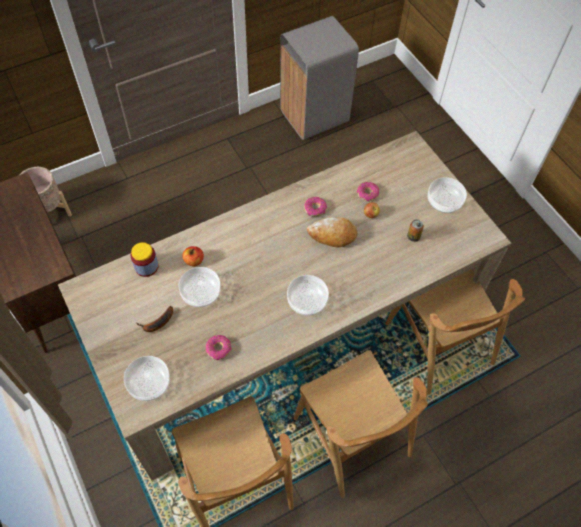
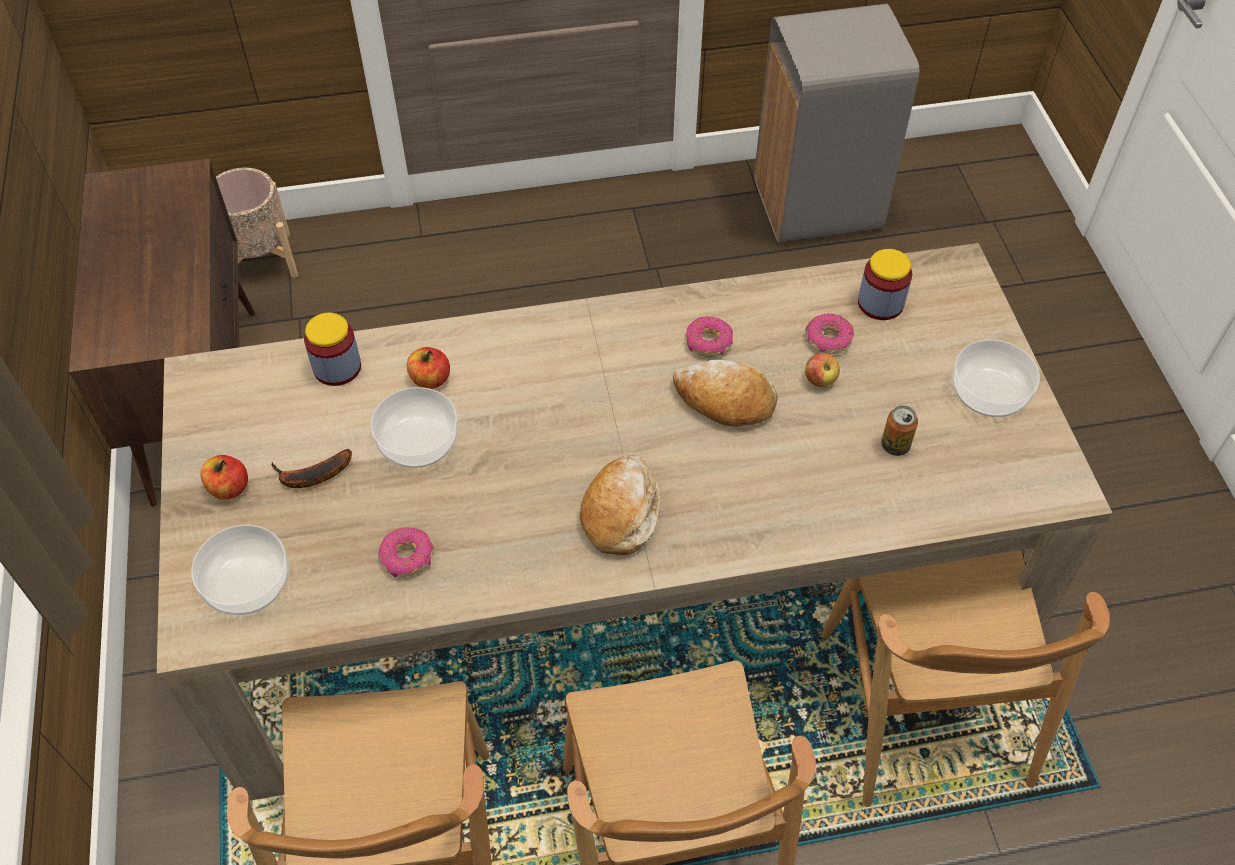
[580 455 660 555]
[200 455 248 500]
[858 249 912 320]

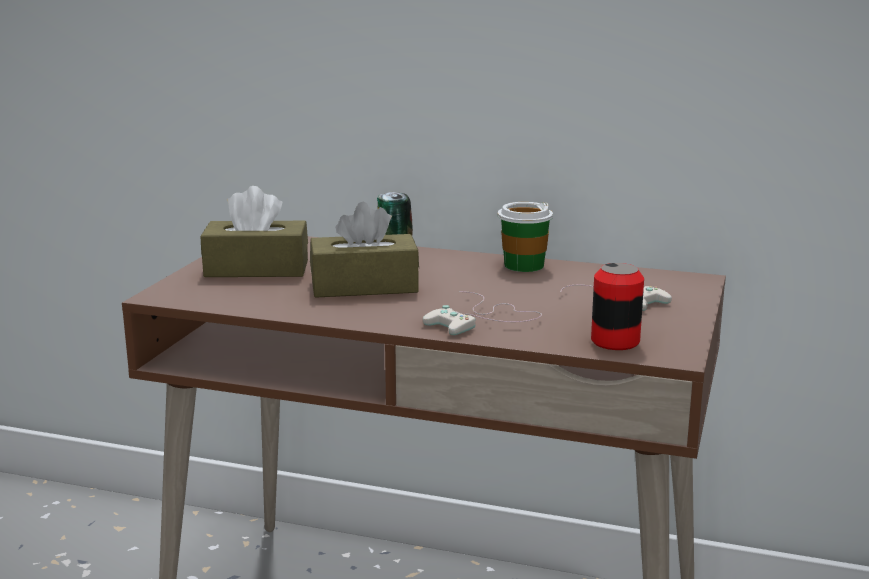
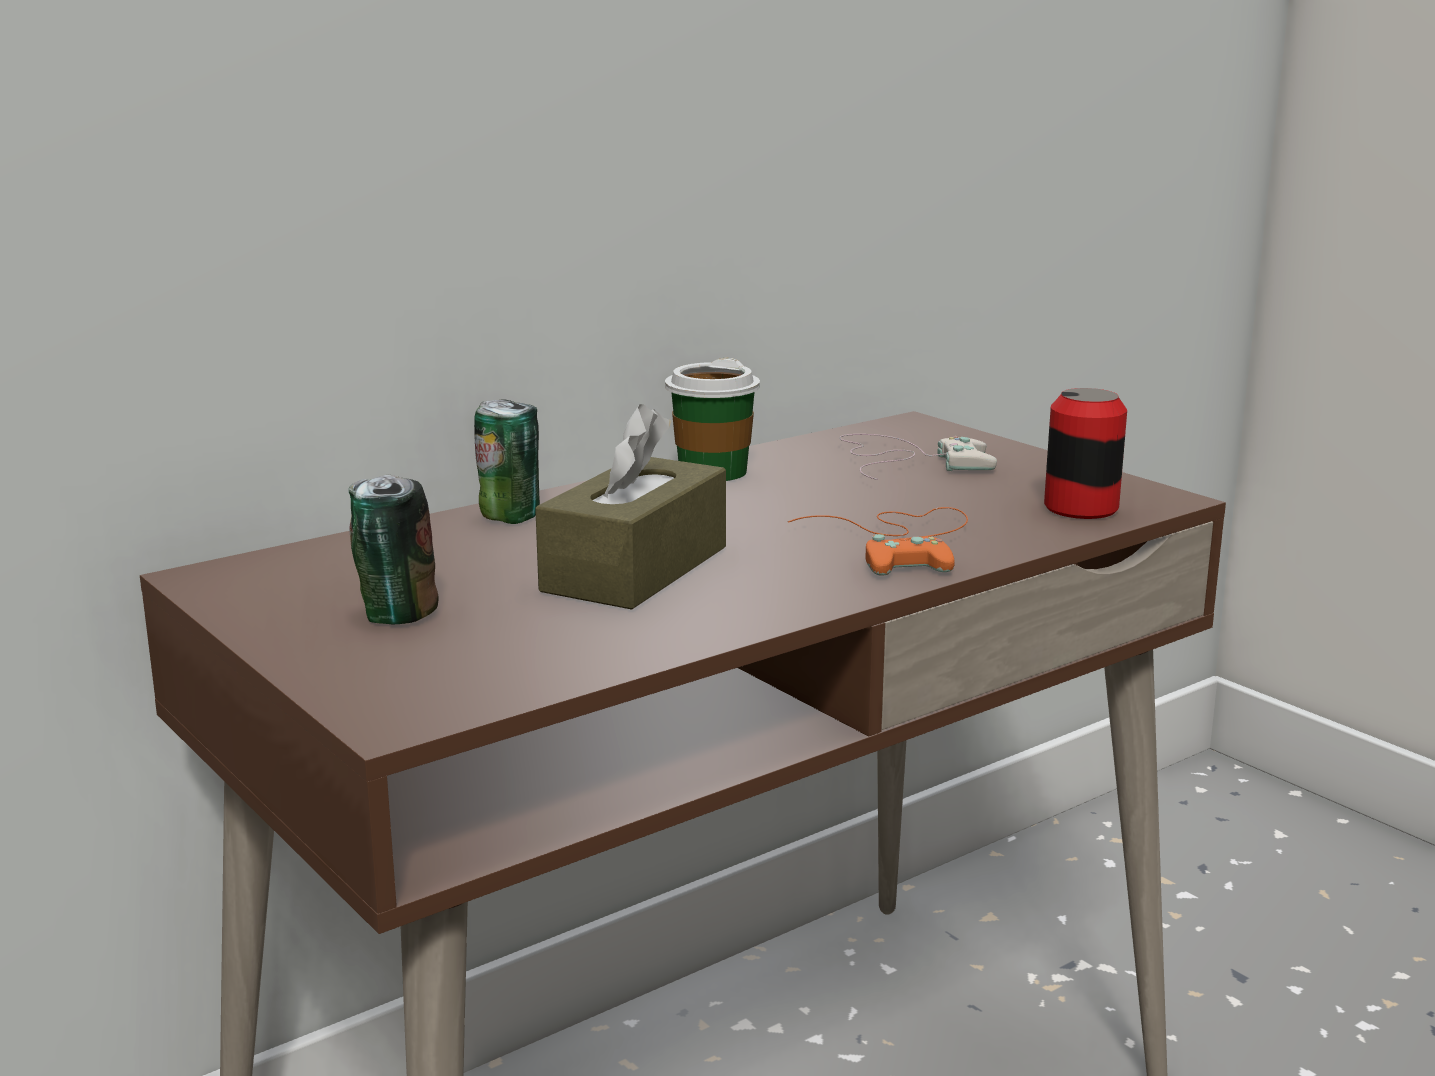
[349 475 439 624]
[788 507 968 576]

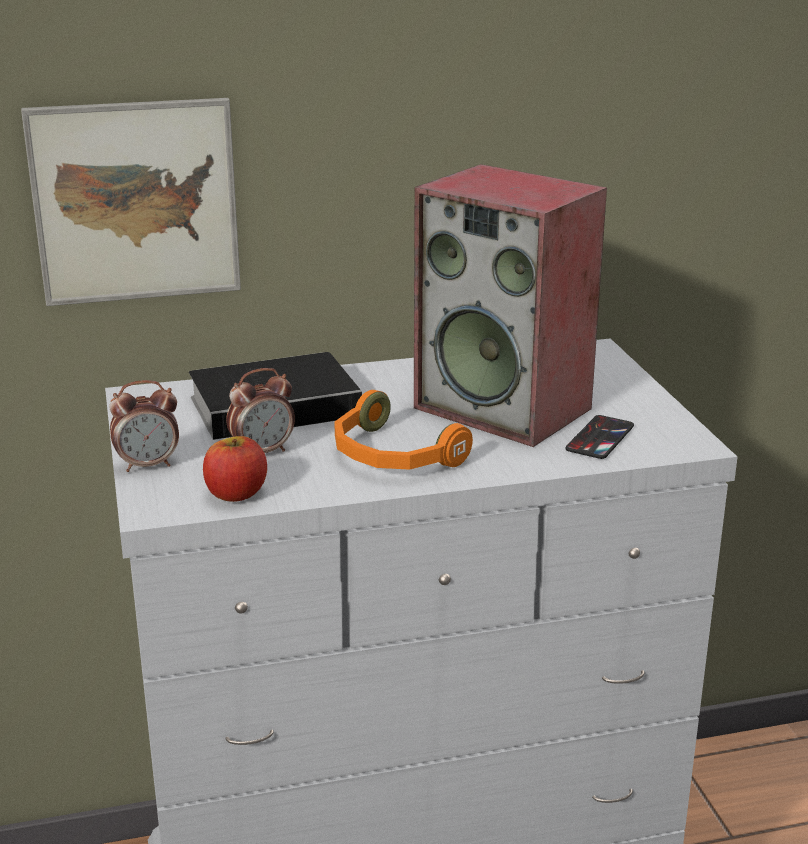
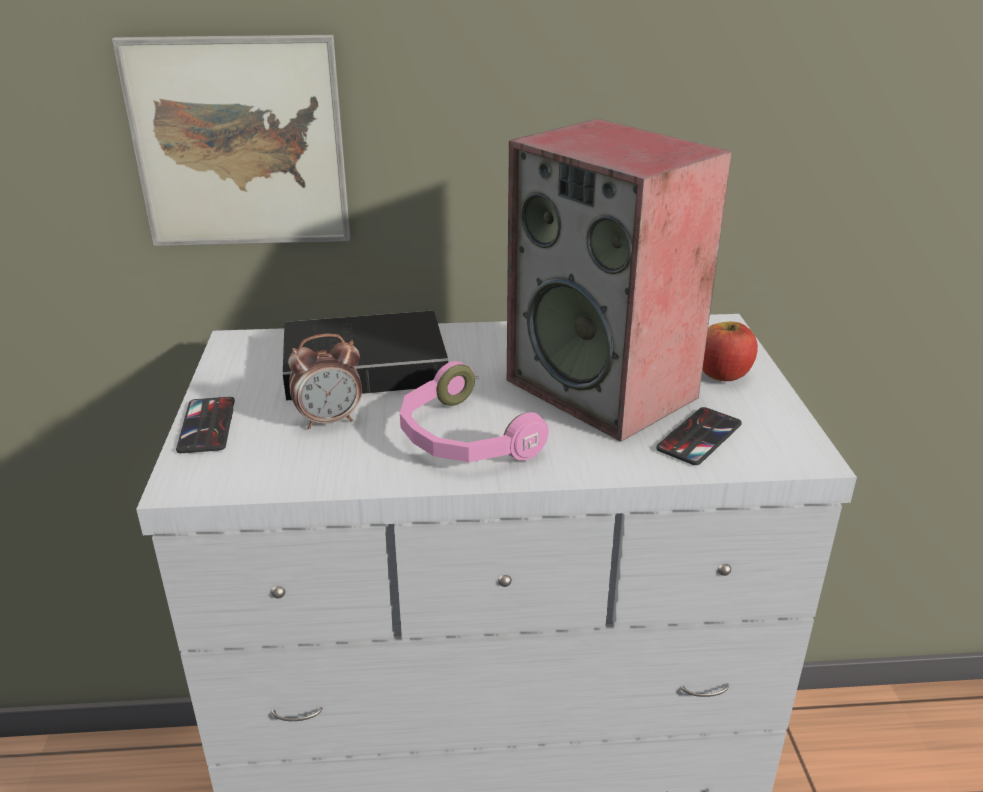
[176 397 235 453]
[703 321 758 381]
[400 361 549 462]

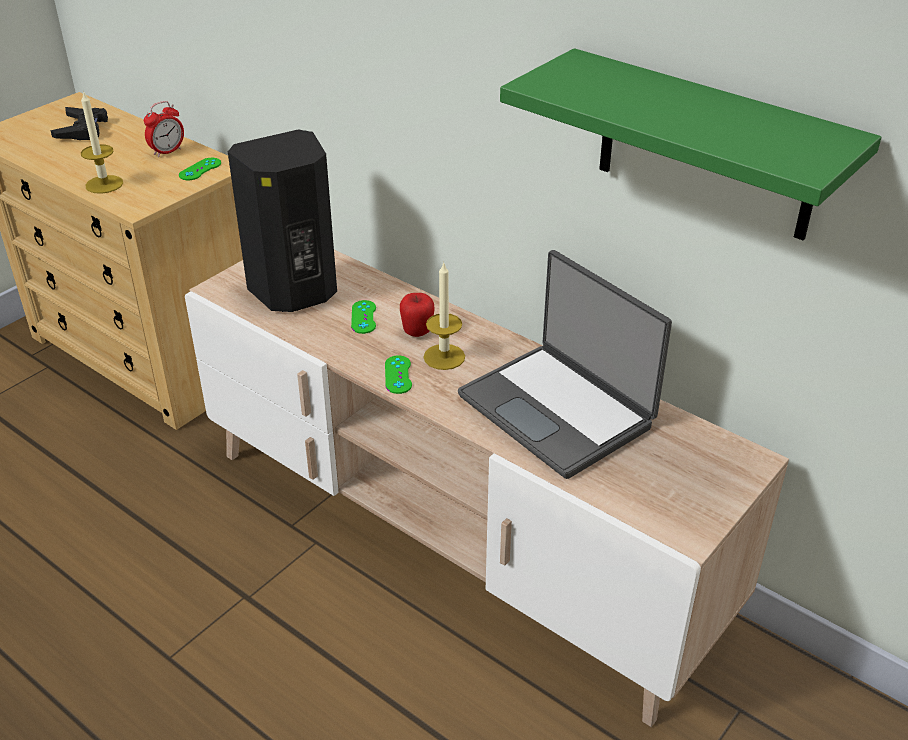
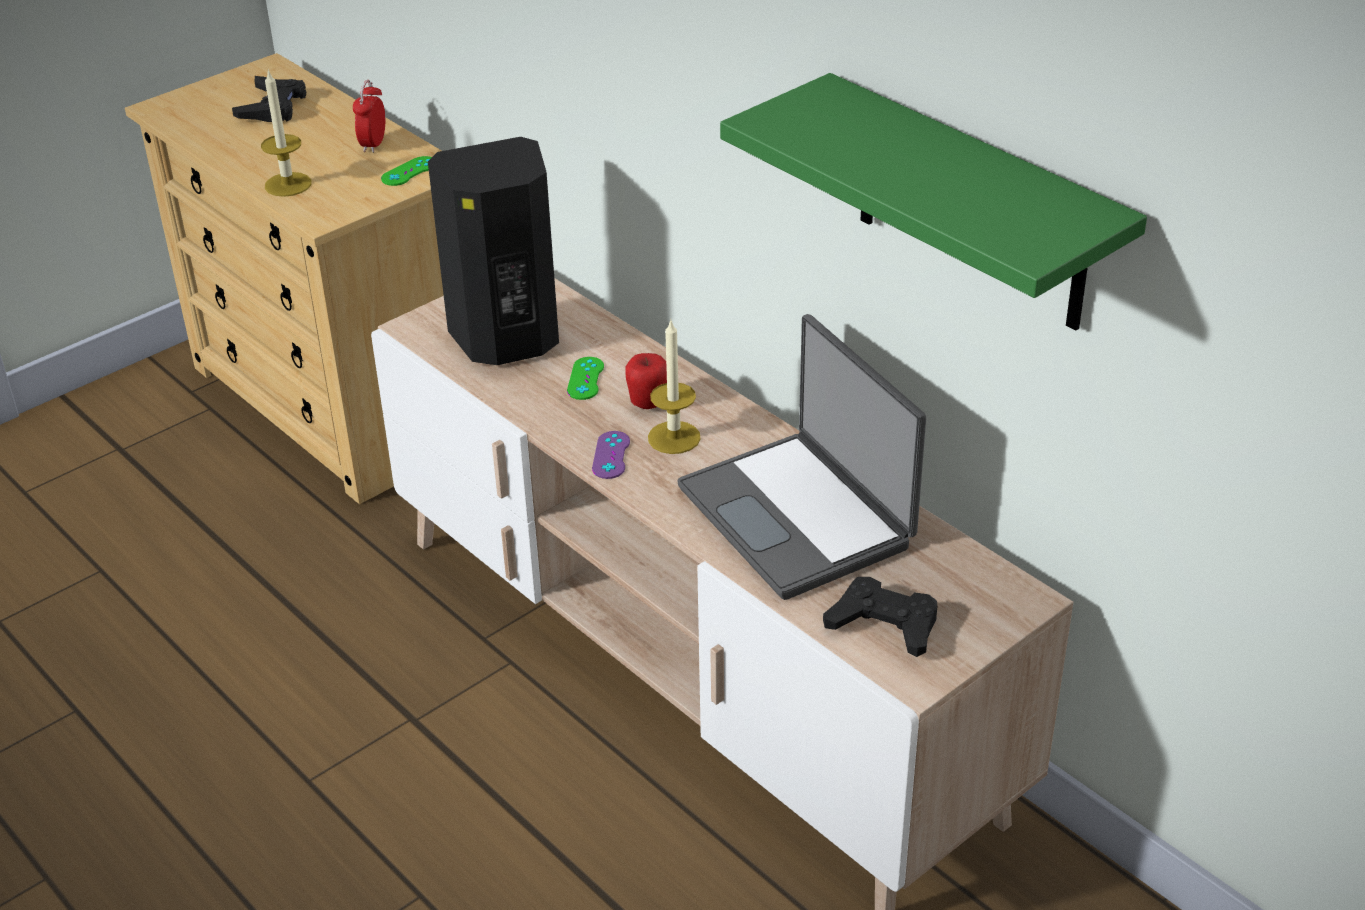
[353 80 385 153]
[592 431 630 479]
[823 577 937 657]

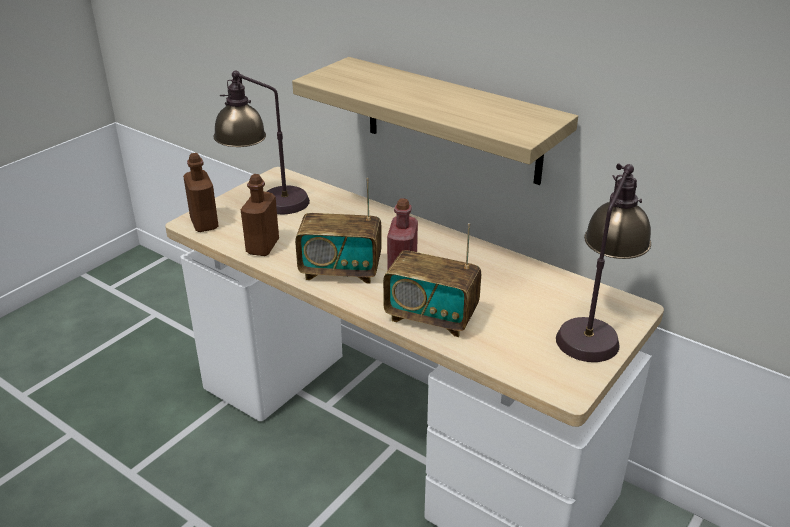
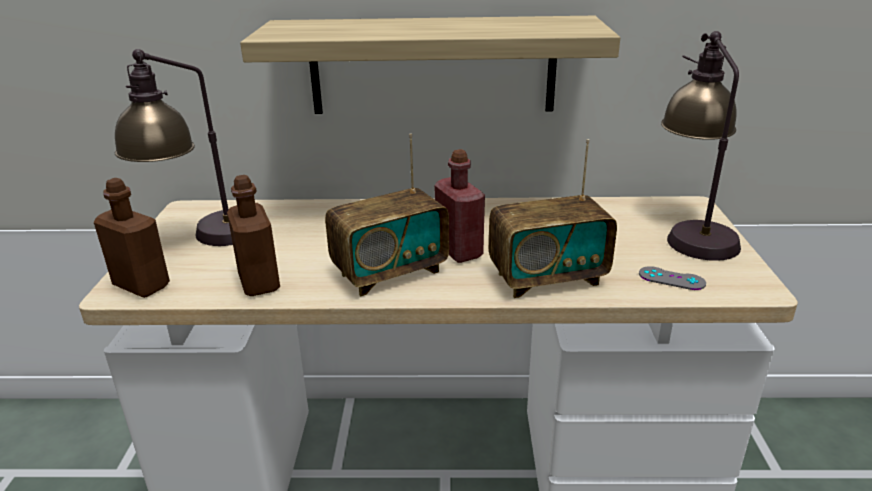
[639 266 706 290]

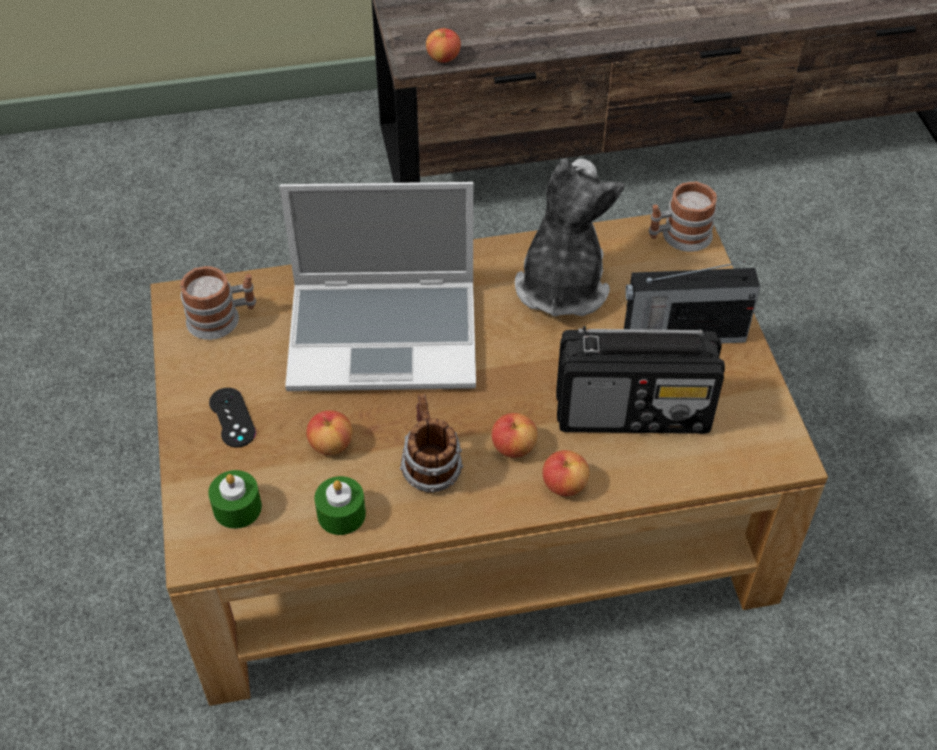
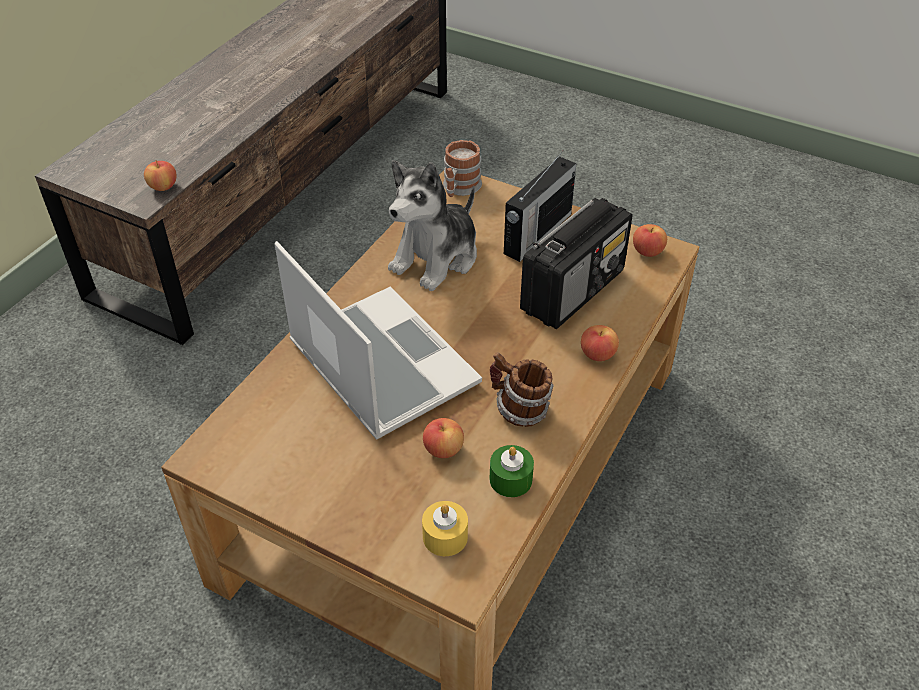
[180 266 256 340] (first image)
[422 501 468 556]
[209 388 256 447] (first image)
[274 241 482 440]
[633 224 667 257]
[388 160 477 291]

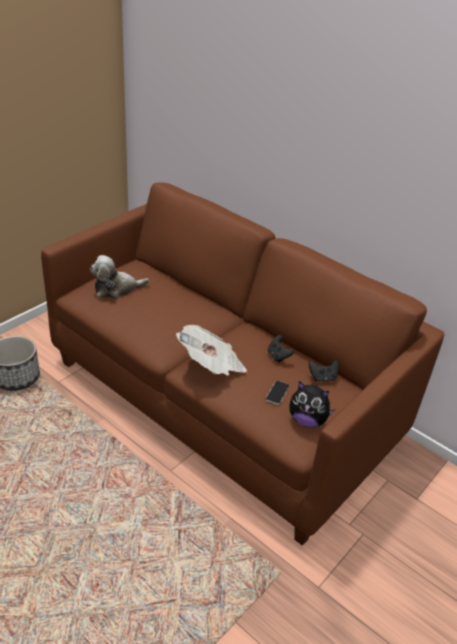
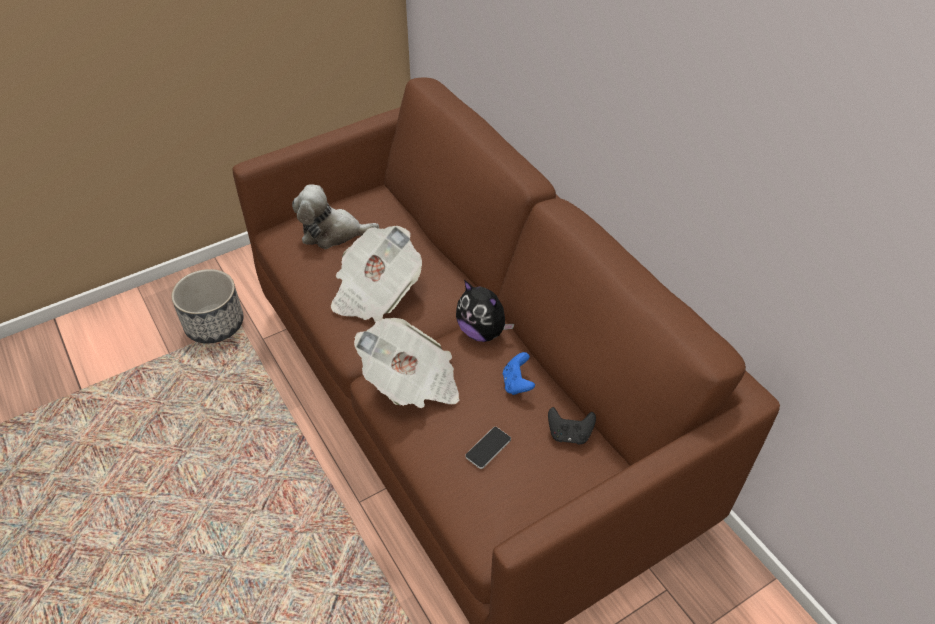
[503 352 535 395]
[456 280 514 342]
[331 226 422 322]

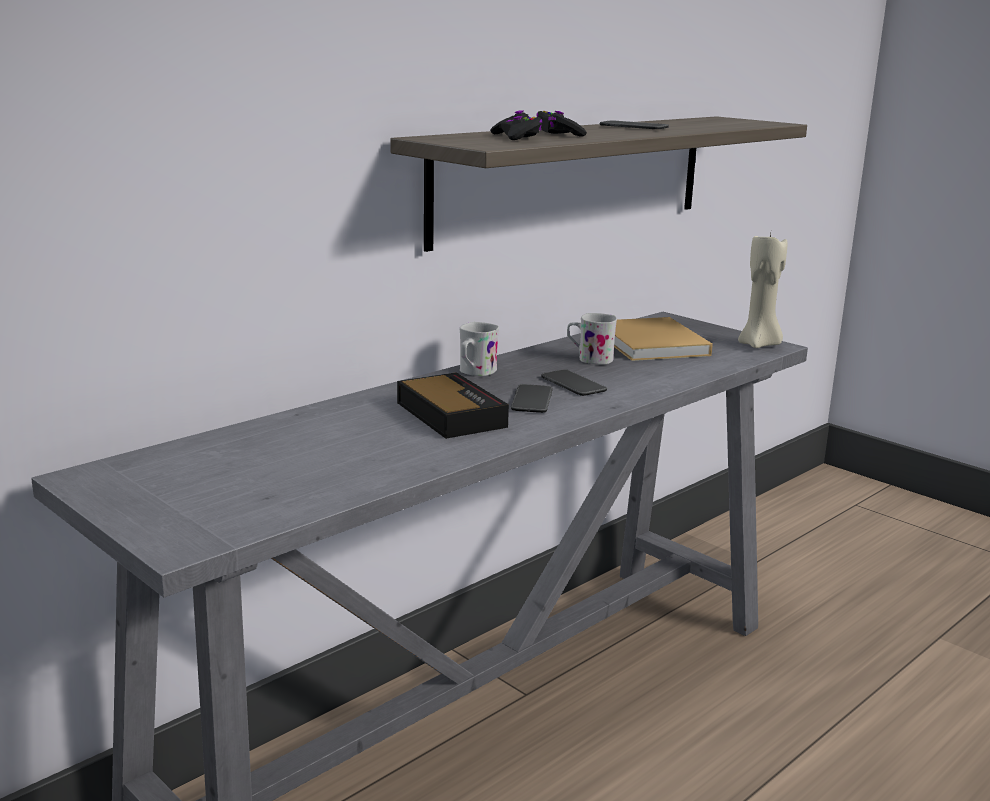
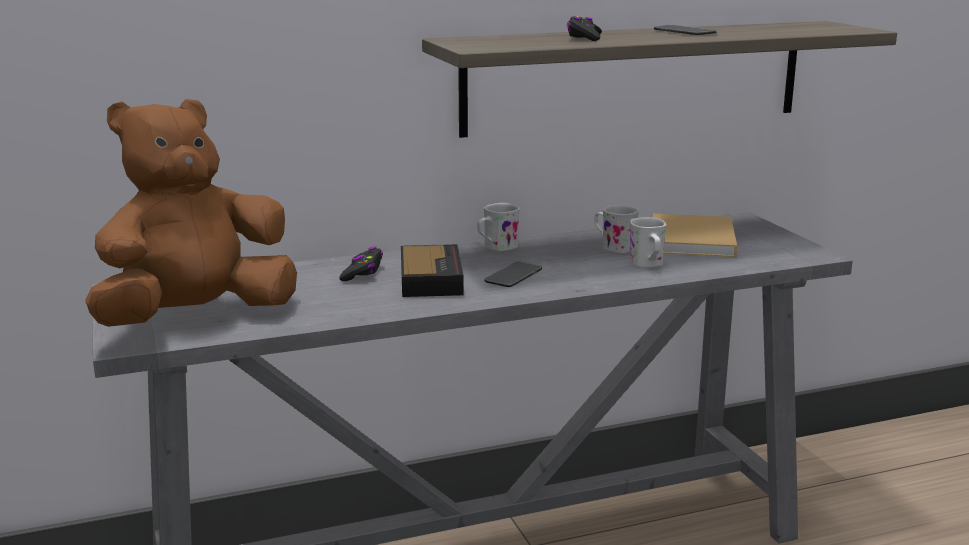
[339 246 383 281]
[541 369 607 396] (first image)
[738 233 787 348] (first image)
[85 99 297 327]
[629 217 666 268]

